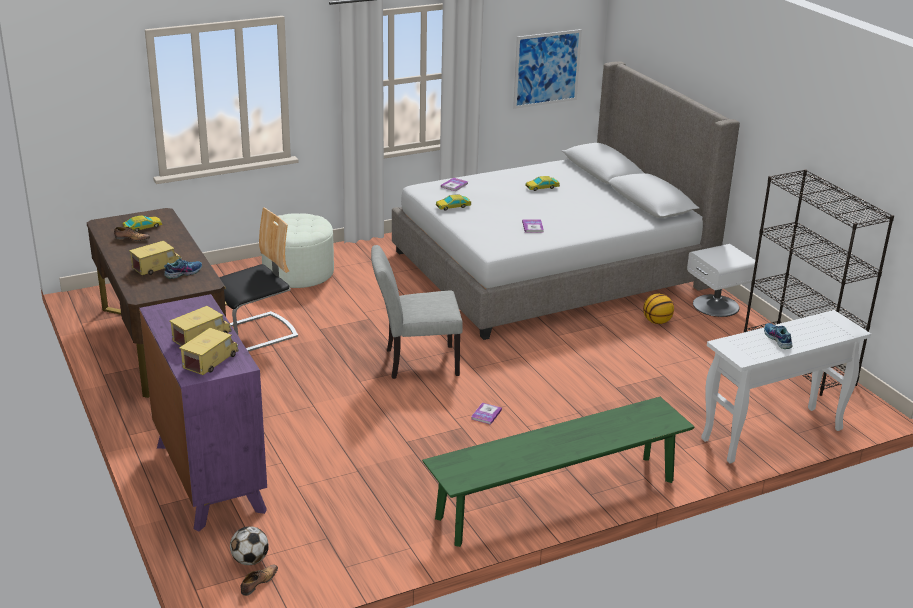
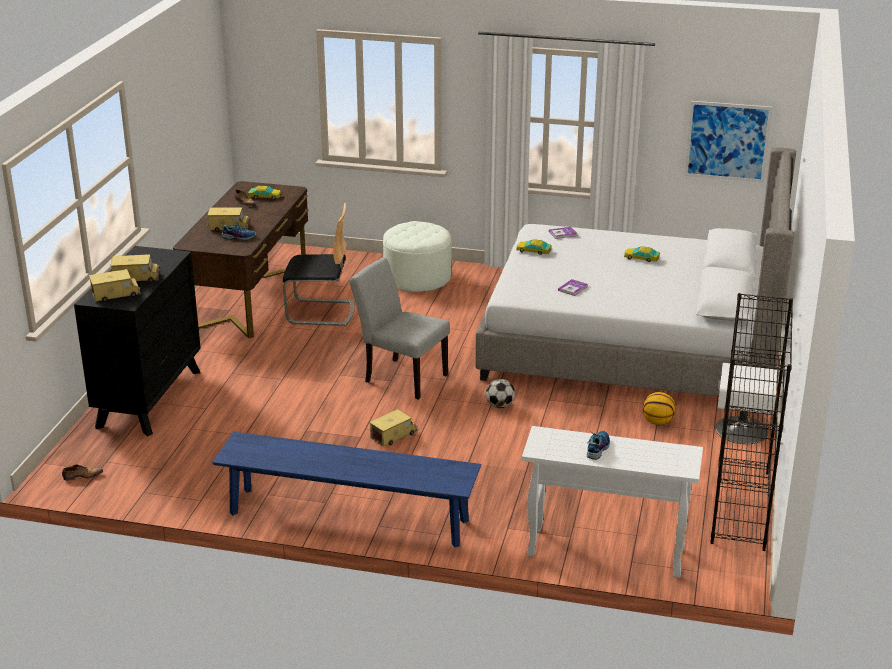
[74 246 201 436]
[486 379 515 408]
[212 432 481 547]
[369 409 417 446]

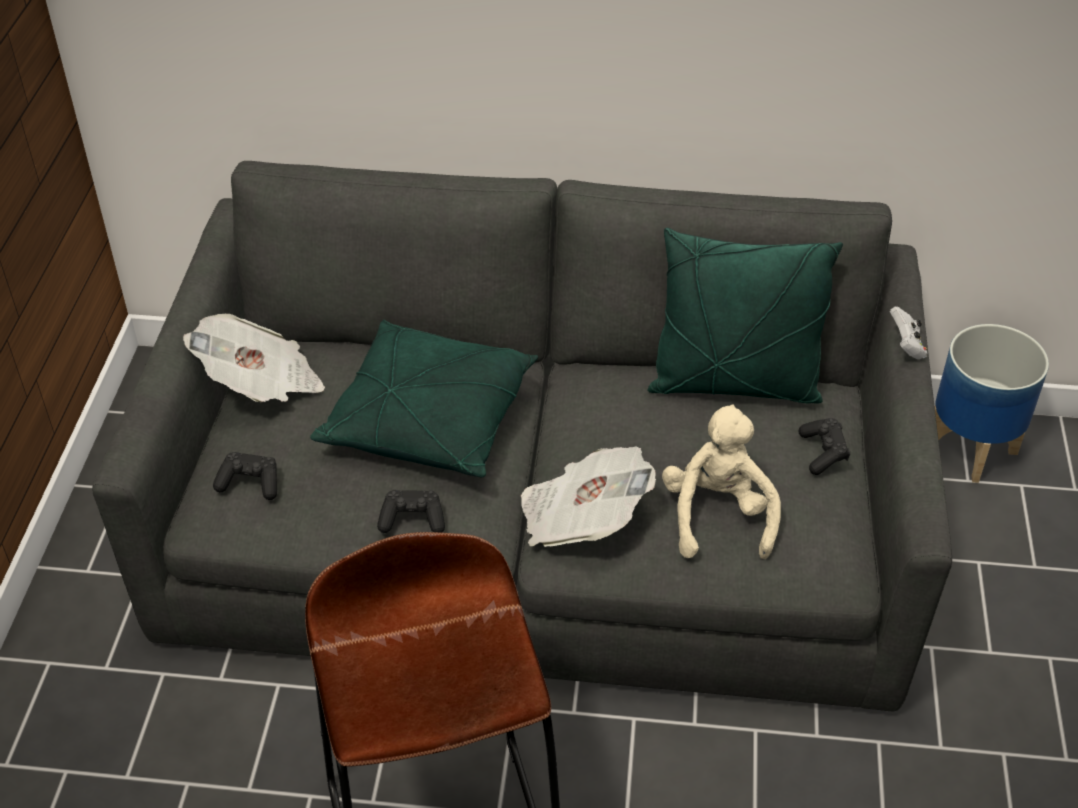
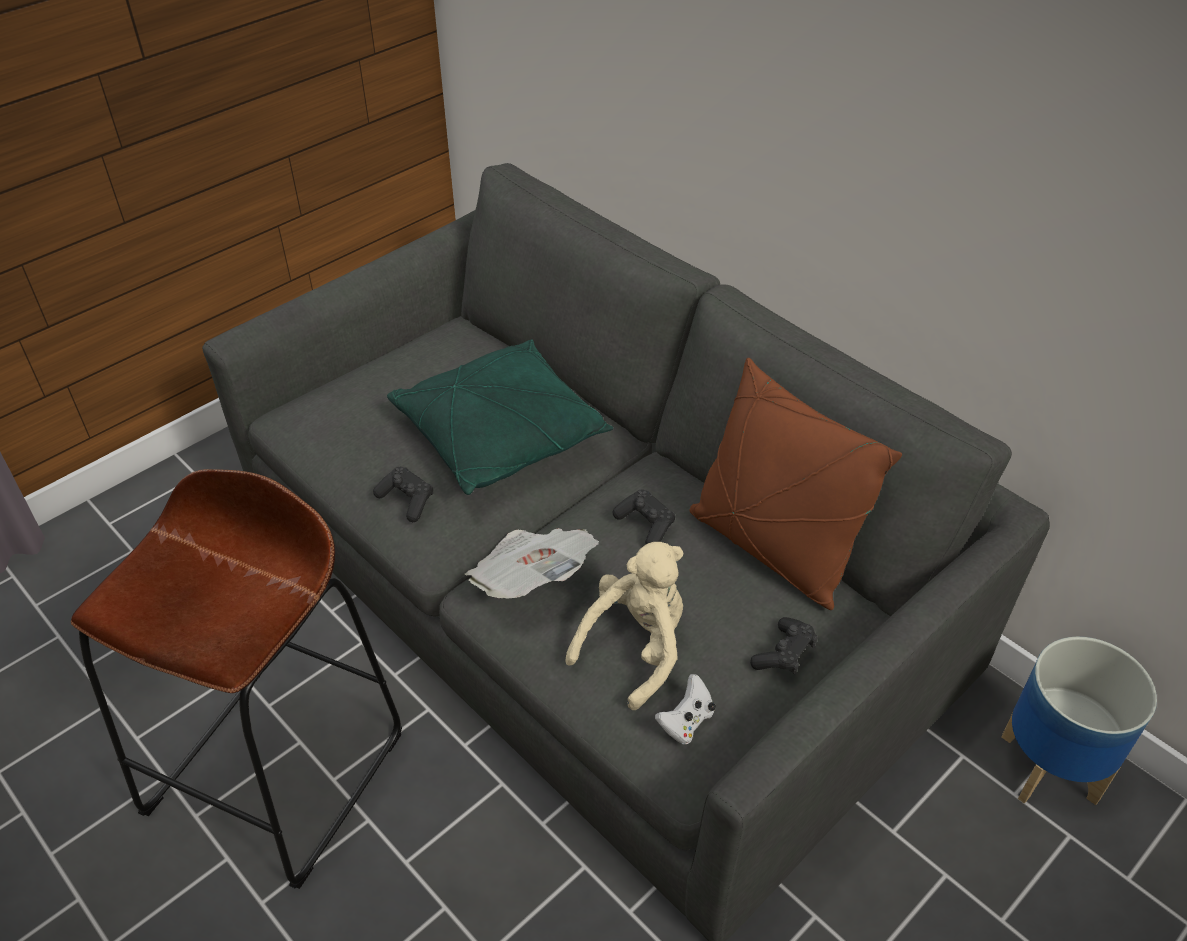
[183 314 325 403] (first image)
[613 490 675 544]
[689 358 902 610]
[655 674 716 744]

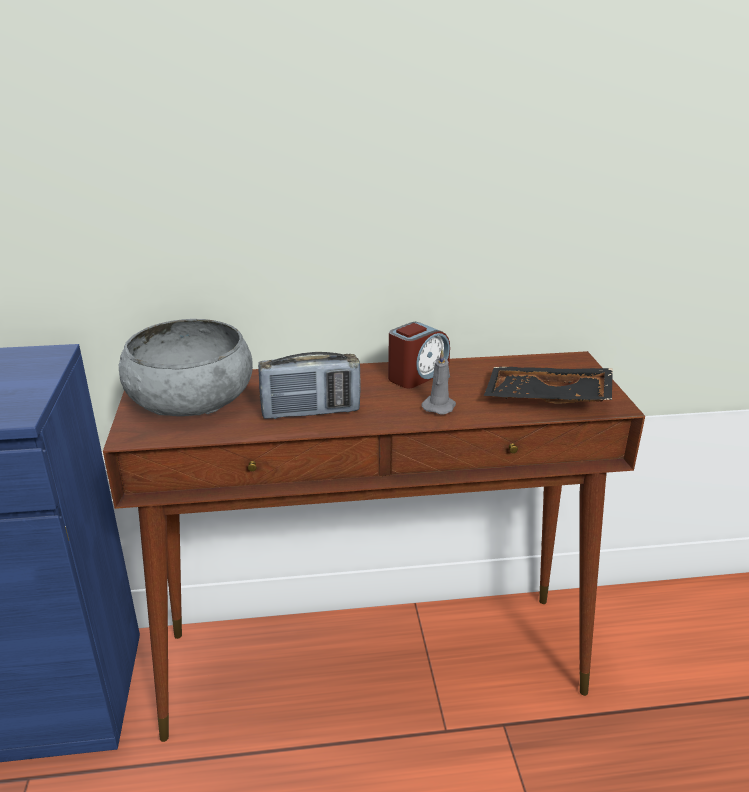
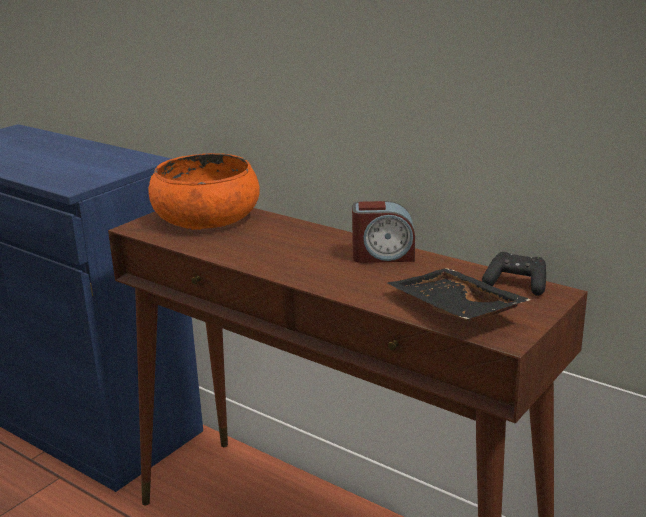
[148 153 260 230]
[258 352 361 419] (first image)
[421 349 456 415] (first image)
[482 252 546 296]

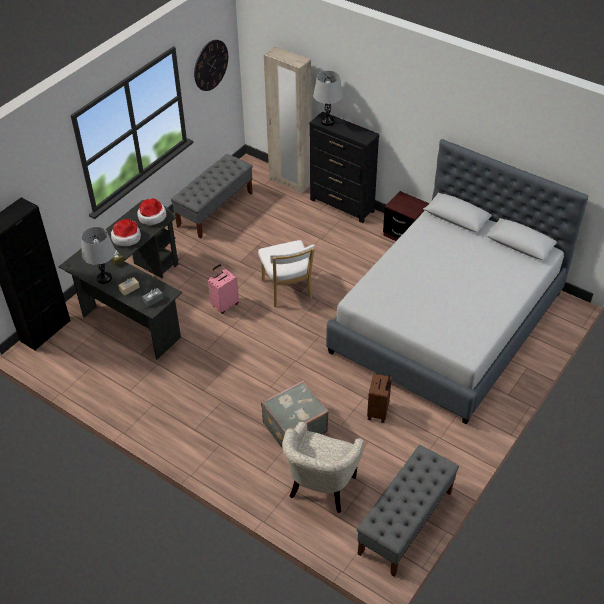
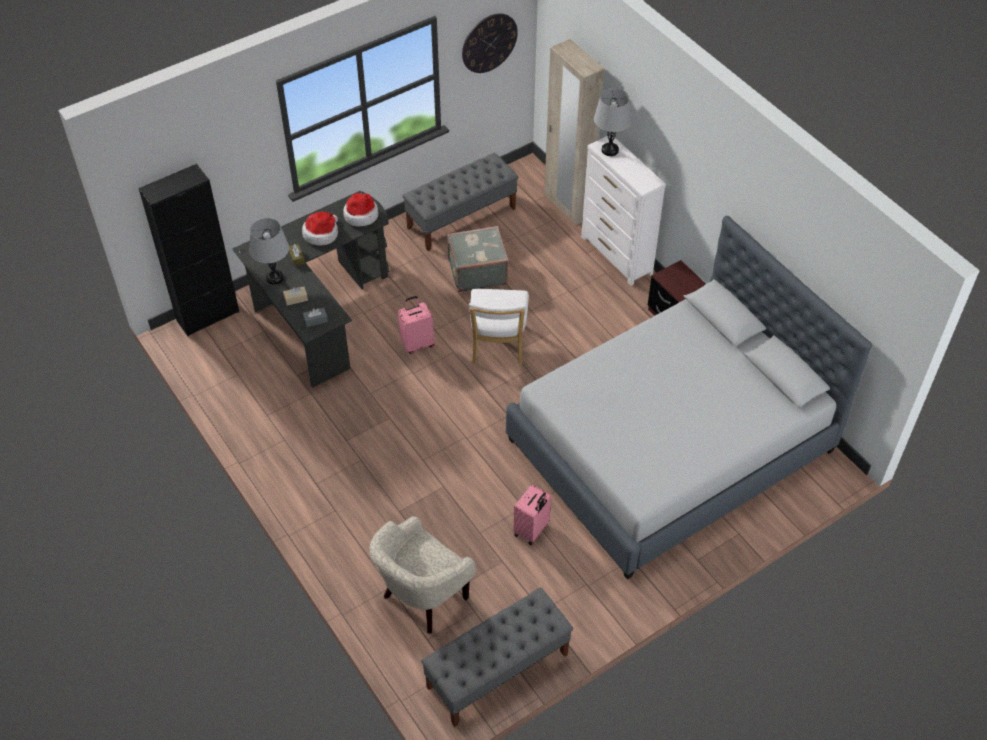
[447 226 509 292]
[581 136 666 286]
[514 484 552 545]

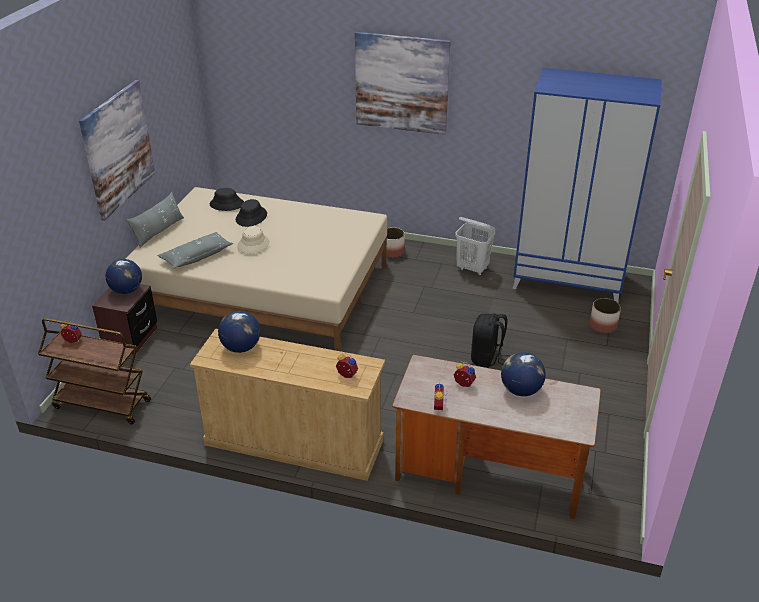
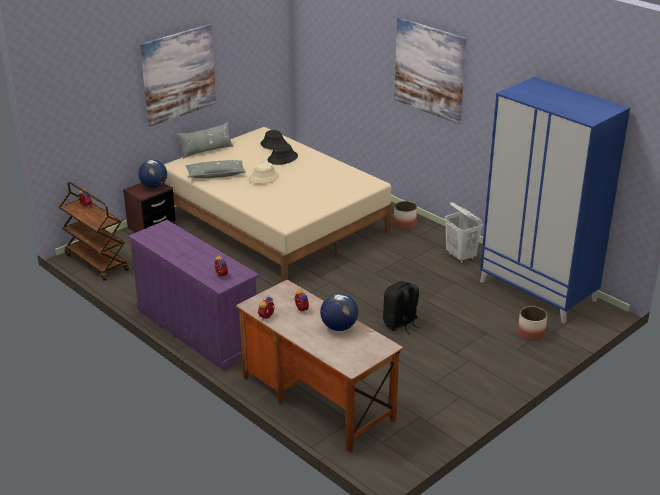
[128 220 259 371]
[218 311 260 353] (first image)

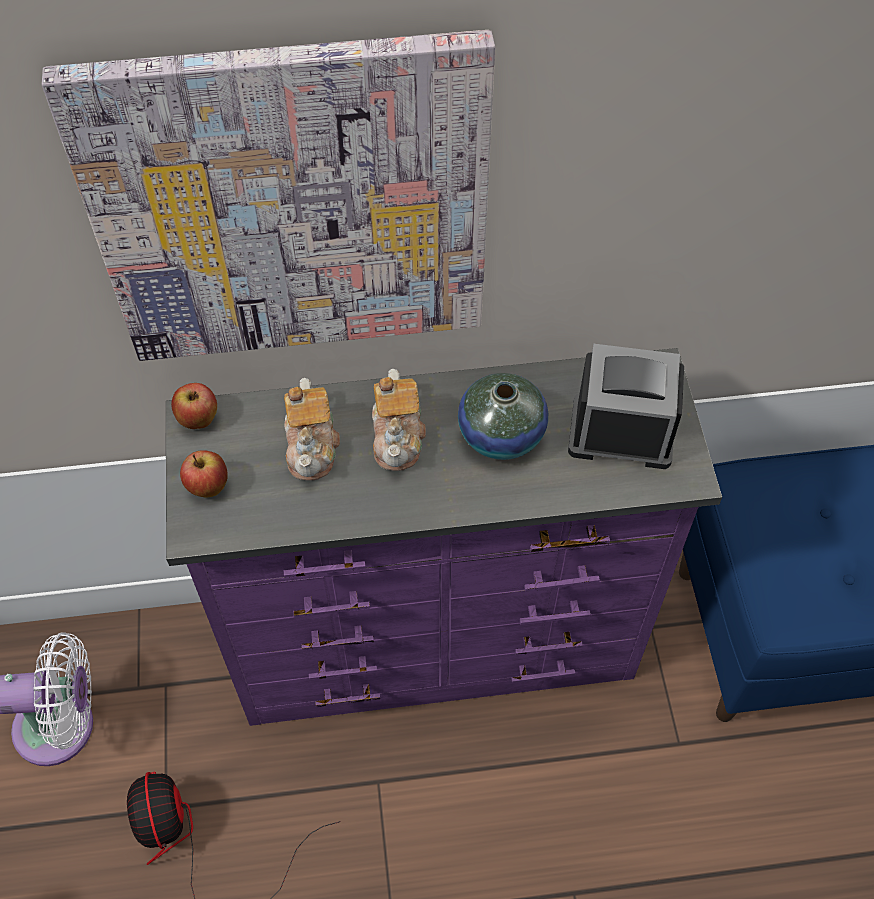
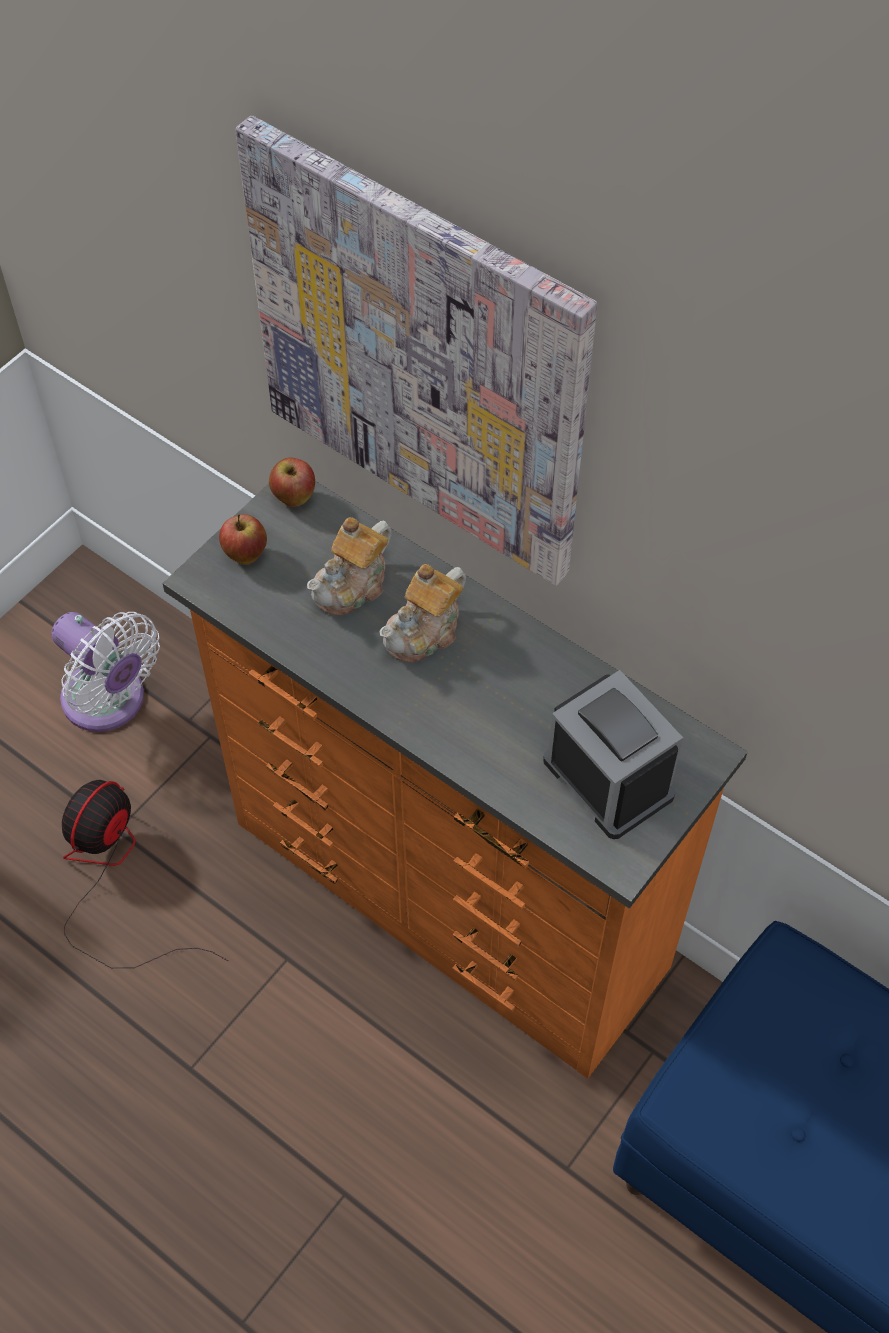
[162 481 747 1079]
[458 373 548 460] (first image)

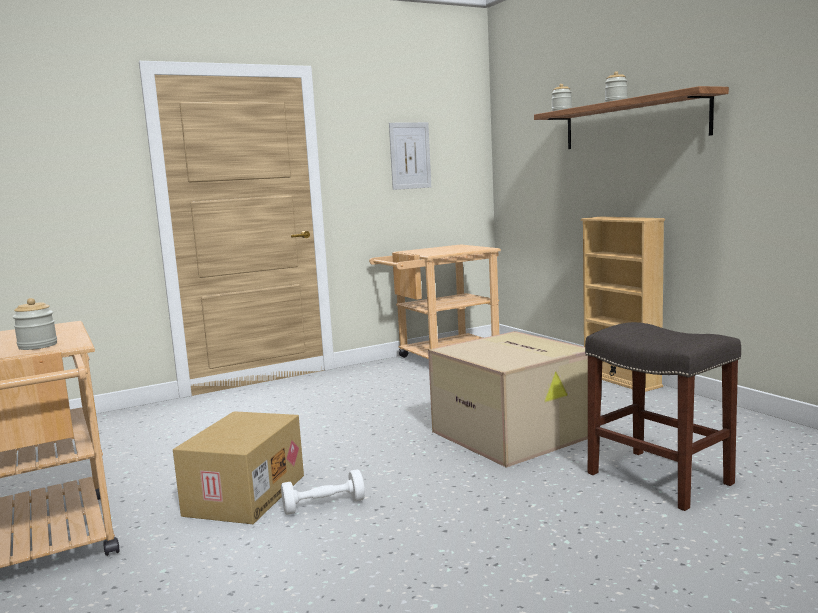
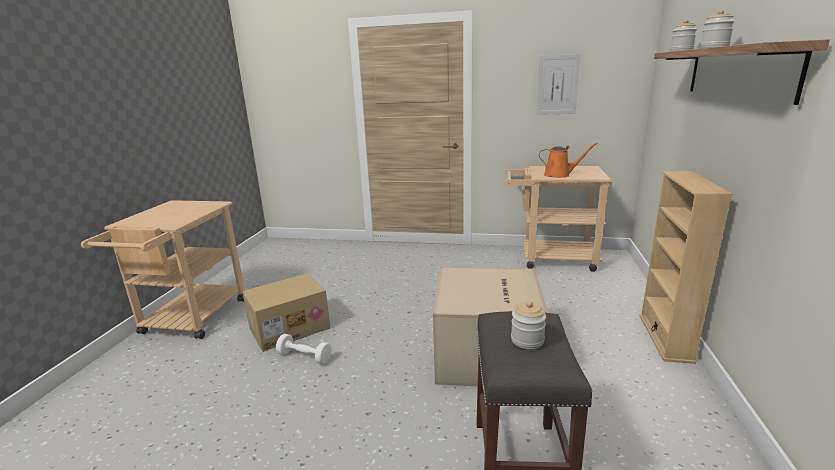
[511 301 546 349]
[539 143 598 178]

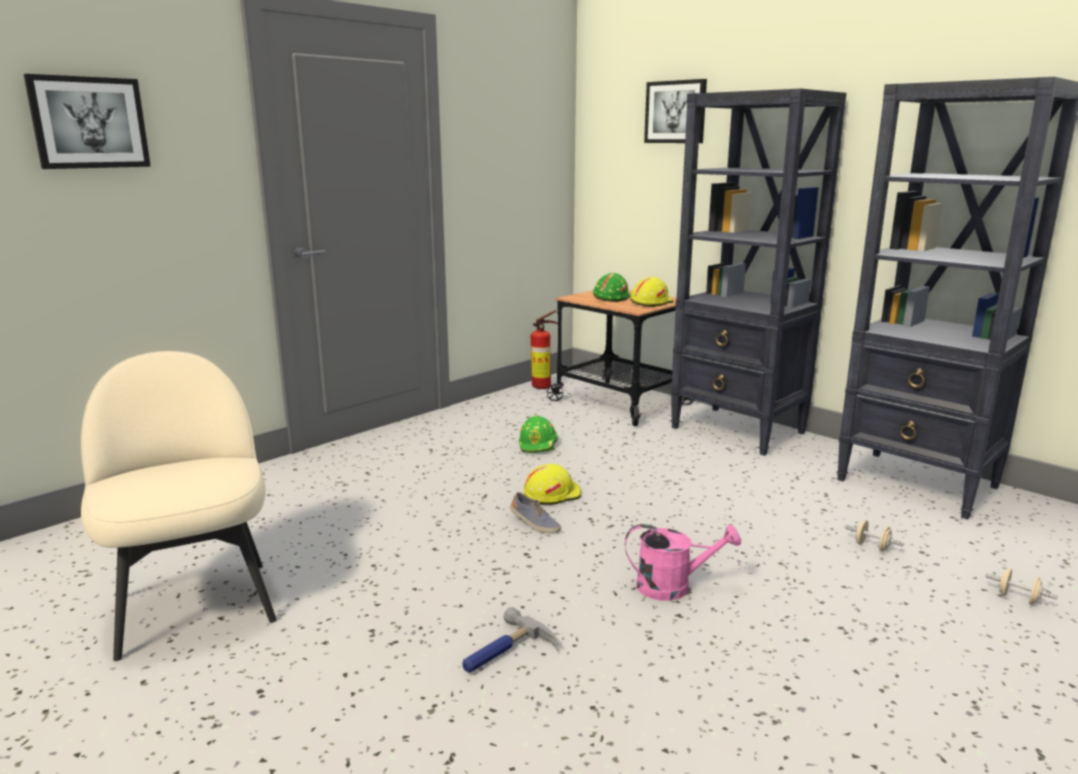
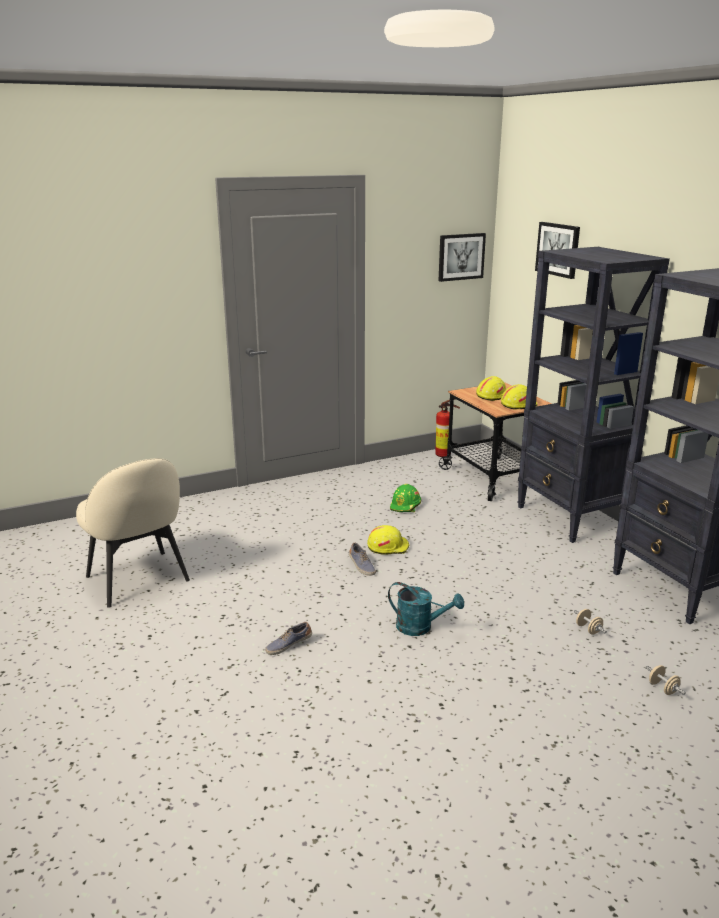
[438 233 486 282]
[76 458 190 608]
[265 622 312 655]
[476 376 506 401]
[388 582 464 636]

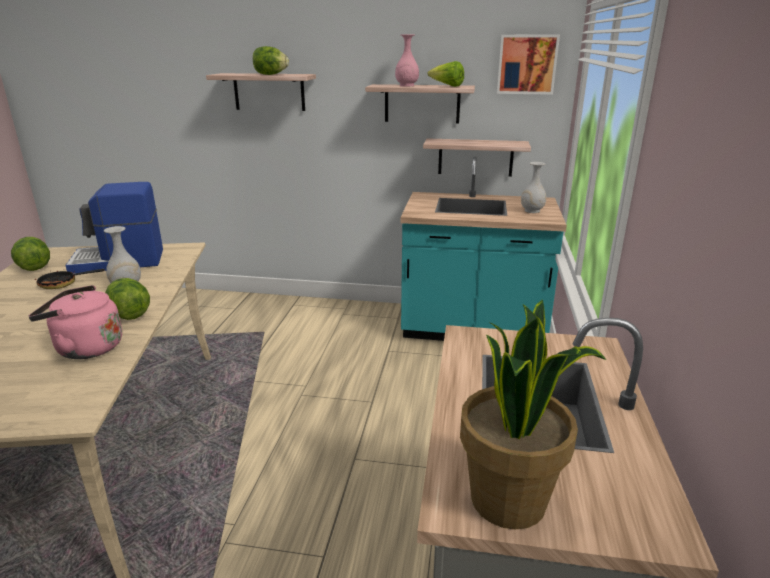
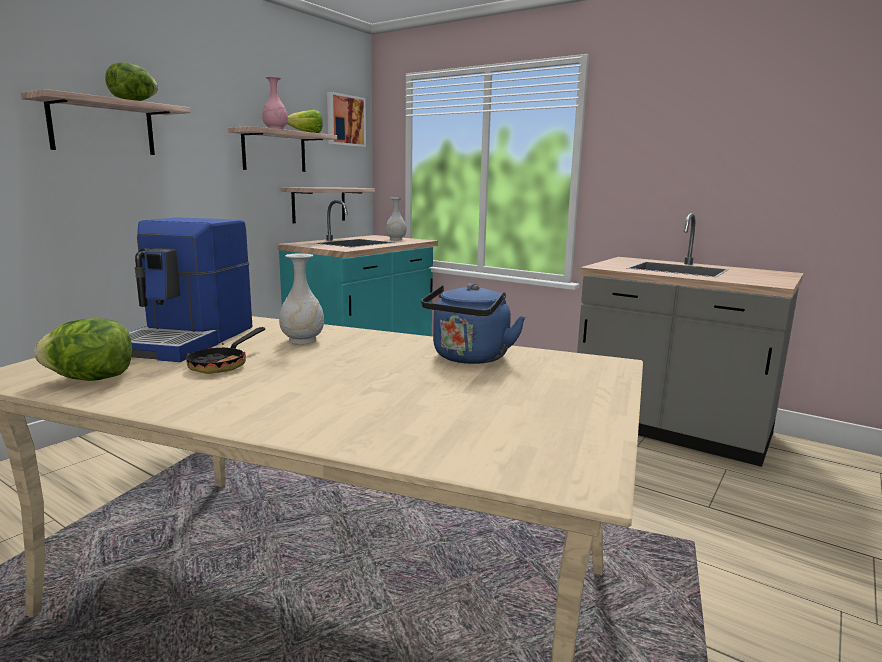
[421 283 525 364]
[105 278 150 320] (first image)
[460 300 606 530] (first image)

